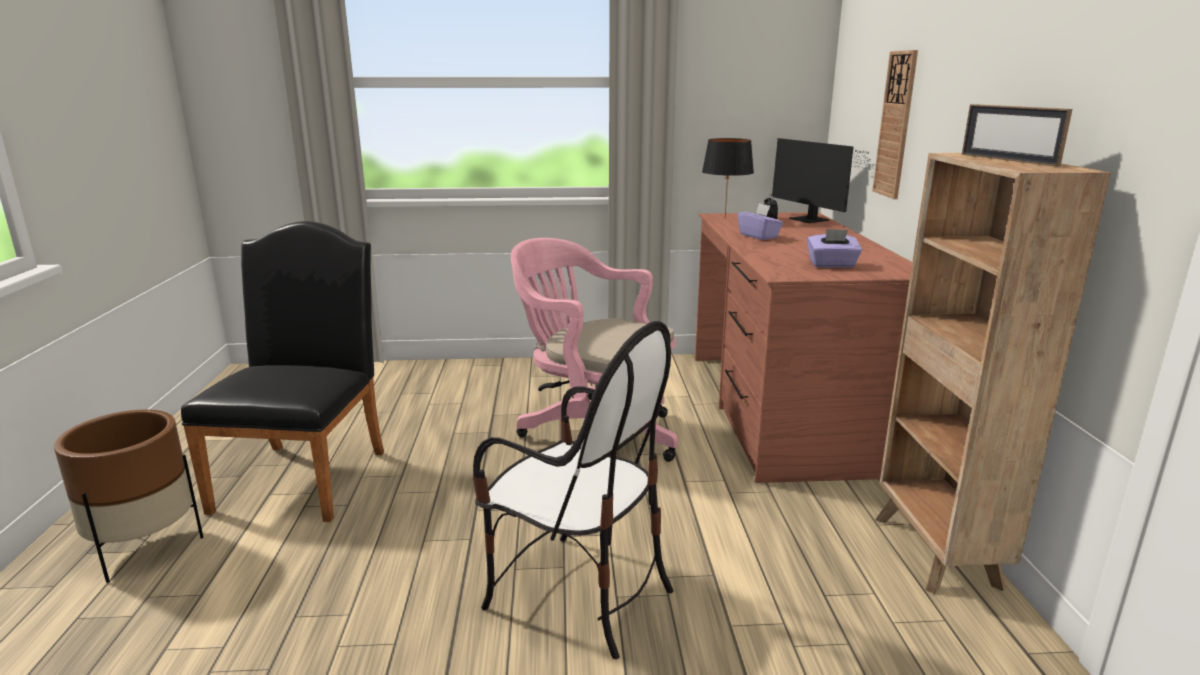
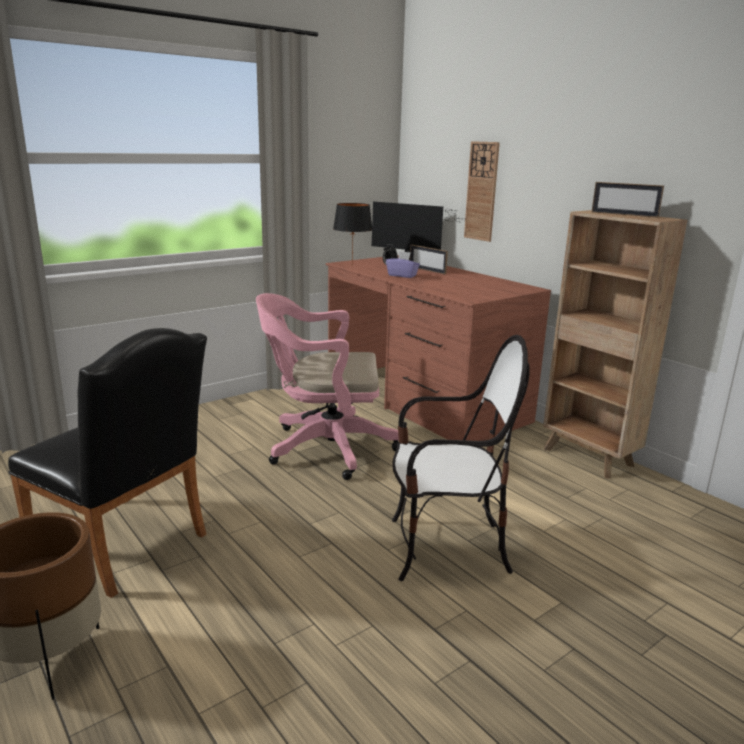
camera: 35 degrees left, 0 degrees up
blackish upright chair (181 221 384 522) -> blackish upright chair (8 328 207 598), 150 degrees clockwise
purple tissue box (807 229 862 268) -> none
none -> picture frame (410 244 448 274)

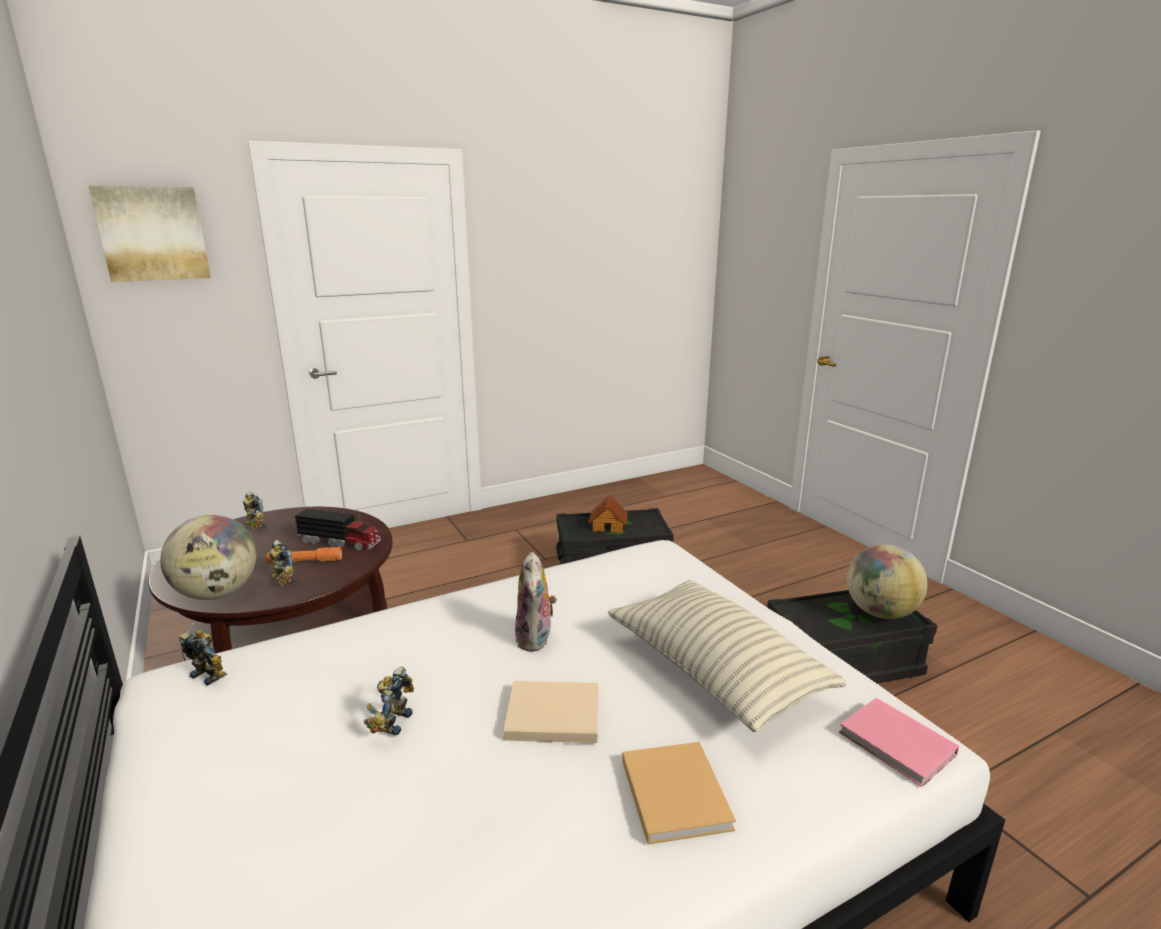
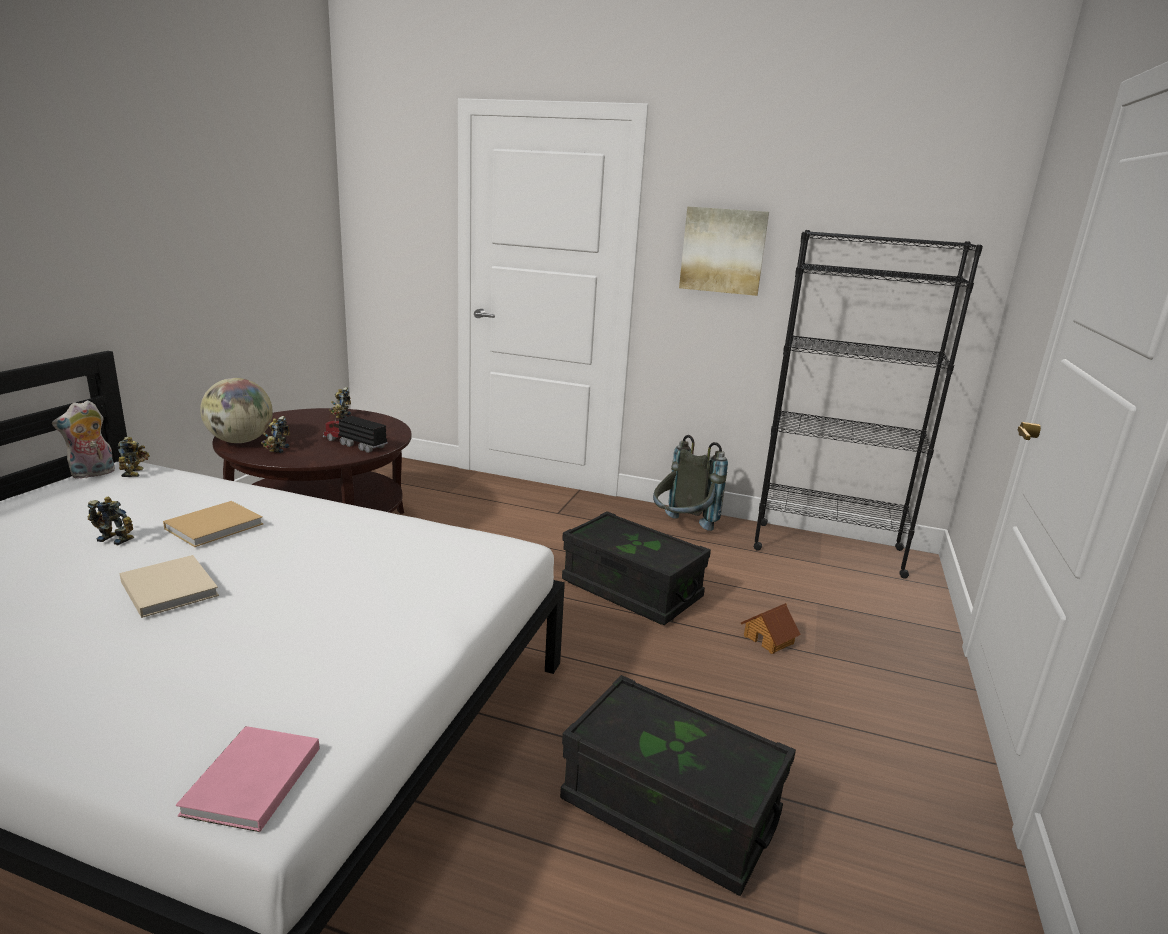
camera: 45 degrees right, 0 degrees up
picture (89 186 211 282) -> picture (679 206 769 296), relocated
orange-coloured hand torch (266 547 342 563) -> none
toy truck (295 508 381 551) -> toy truck (323 416 388 453), 150 degrees clockwise
robot figure (364 666 414 735) -> robot figure (88 496 134 545), 45 degrees clockwise
plush toy (515 552 557 652) -> plush toy (52 400 115 479), relocated
miniature house (589 495 628 533) -> miniature house (741 603 801 654), relocated
pillow (608 580 846 732) -> none
sand-coloured bound book (622 742 736 844) -> sand-coloured bound book (163 501 263 547), relocated
desk globe (847 544 927 619) -> none
none -> gray knapsack (653 435 728 531)
none -> blackish bookshelf (754 230 983 579)

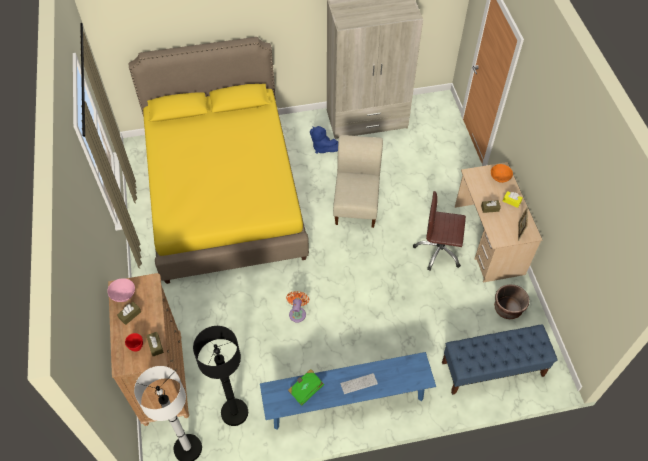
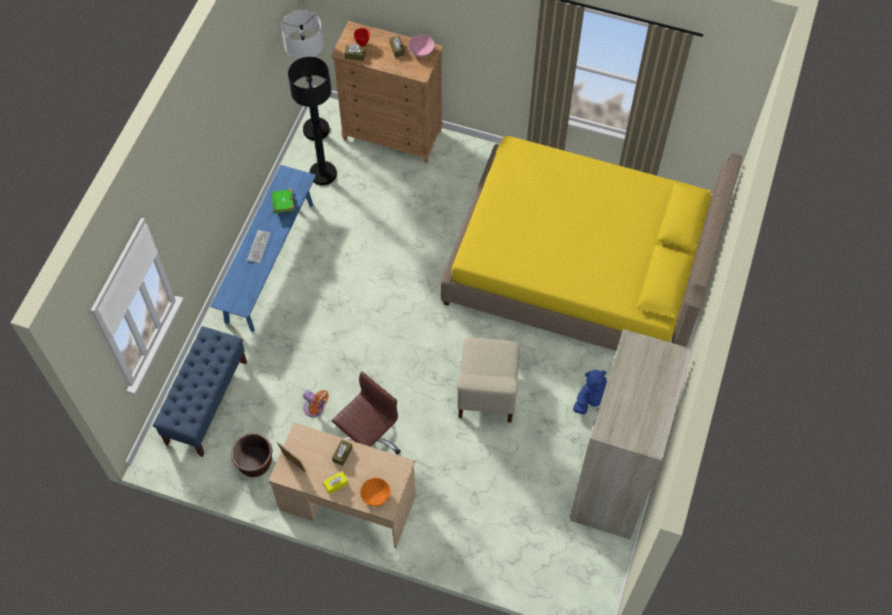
camera: 120 degrees right, 5 degrees up
orange-coloured electric fan (286 291 309 323) -> orange-coloured electric fan (303 390 329 417), relocated
sand-coloured upright chair (333 135 383 228) -> sand-coloured upright chair (457 338 520 422), 60 degrees clockwise

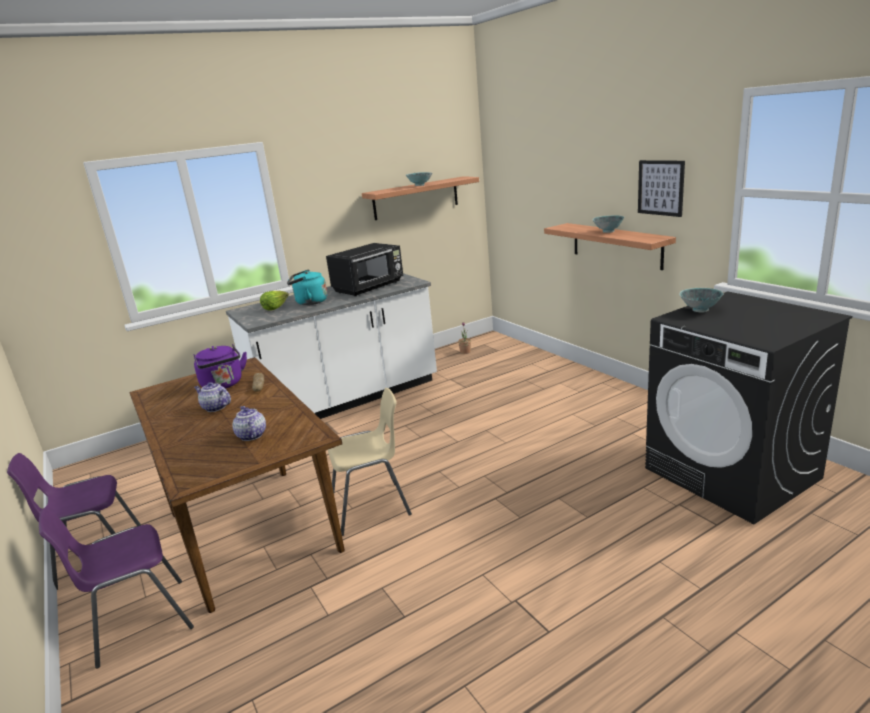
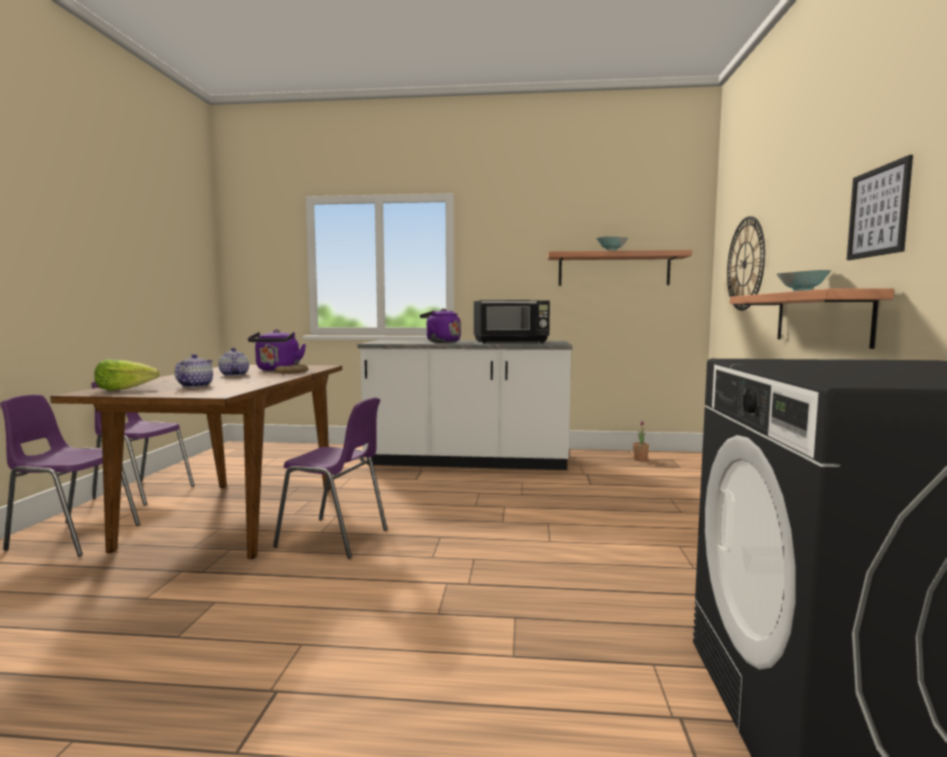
camera: 35 degrees right, 15 degrees down
lettuce head (260 291 289 311) -> lettuce head (94 359 160 390), relocated
turquoise tea kettle (287 270 327 305) -> purple tea kettle (420 309 461 343)
sand-coloured upright chair (328 388 412 536) -> purple upright chair (273 398 387 559)
serving bowl (679 288 724 313) -> none
none -> wall clock (727 216 765 311)

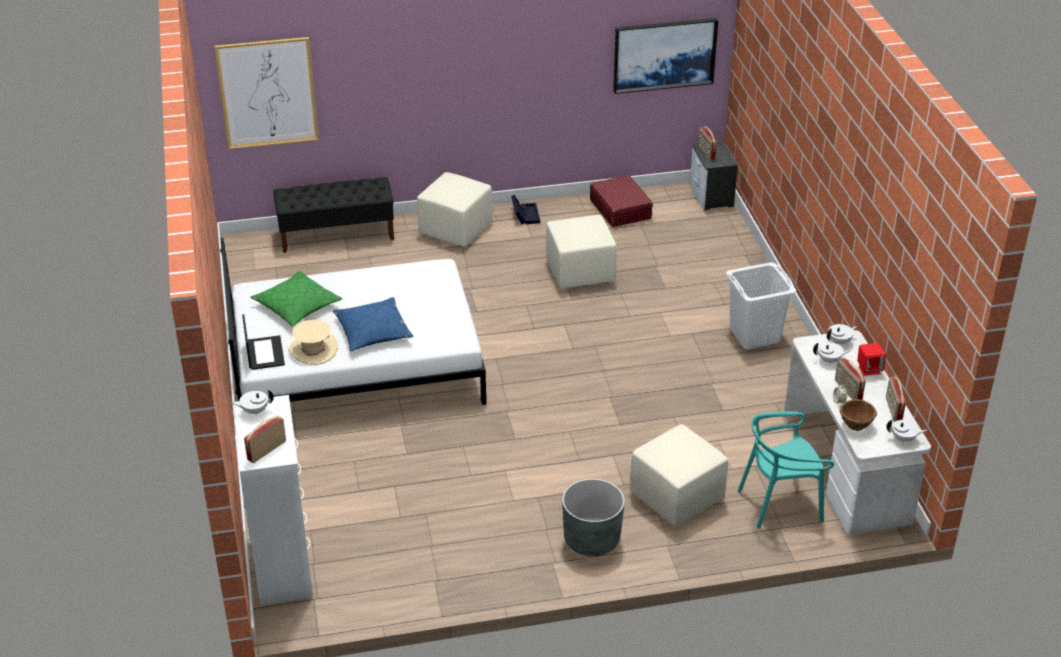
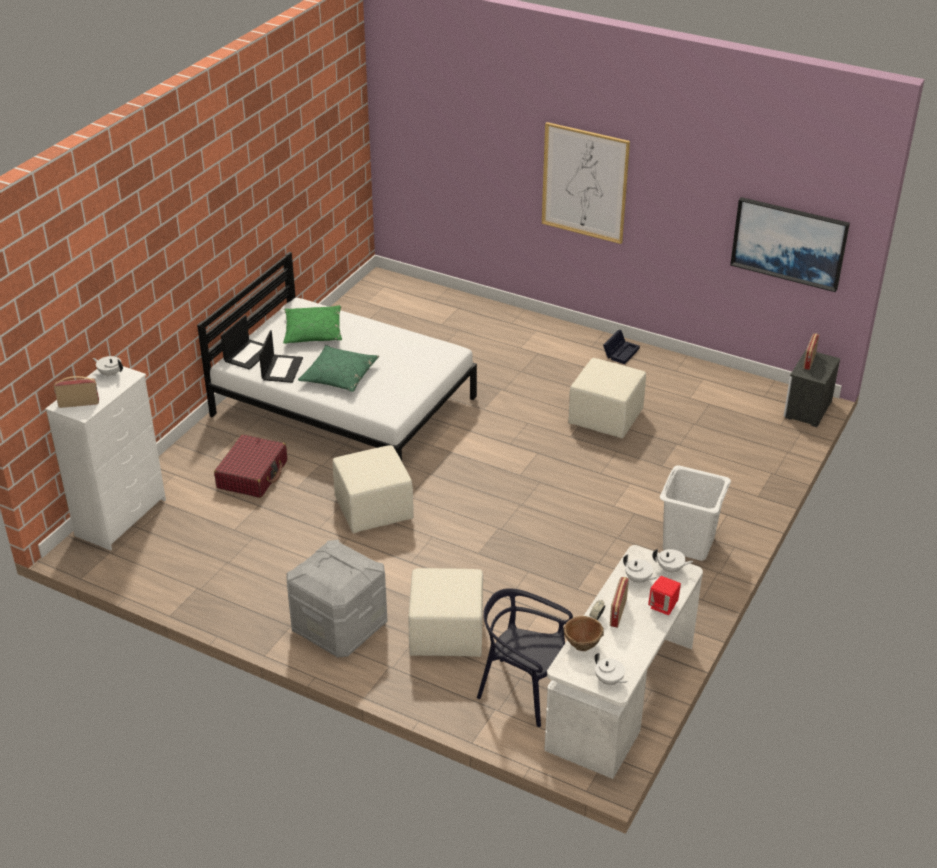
camera: 40 degrees right, 0 degrees up
picture (215 37 319 149) -> picture (542 122 630 244), relocated
blackish long seat (273 177 394 253) -> none
sand-coloured clothing hat (289 320 337 365) -> notebook computer (259 330 303 383)
blue-coloured pillow (333 297 413 351) -> green pillow (298 345 379 392)
sand-coloured ottoman (417 172 493 248) -> sand-coloured ottoman (333 445 414 533), relocated
gray planter (562 479 625 556) -> gray storage container (286 540 387 658)
reddish travel case (590 175 653 227) -> reddish travel case (214 434 287 498), relocated
turquoise upright chair (737 411 834 529) -> blackish upright chair (477 588 573 727)
radio set (886 377 906 422) -> none

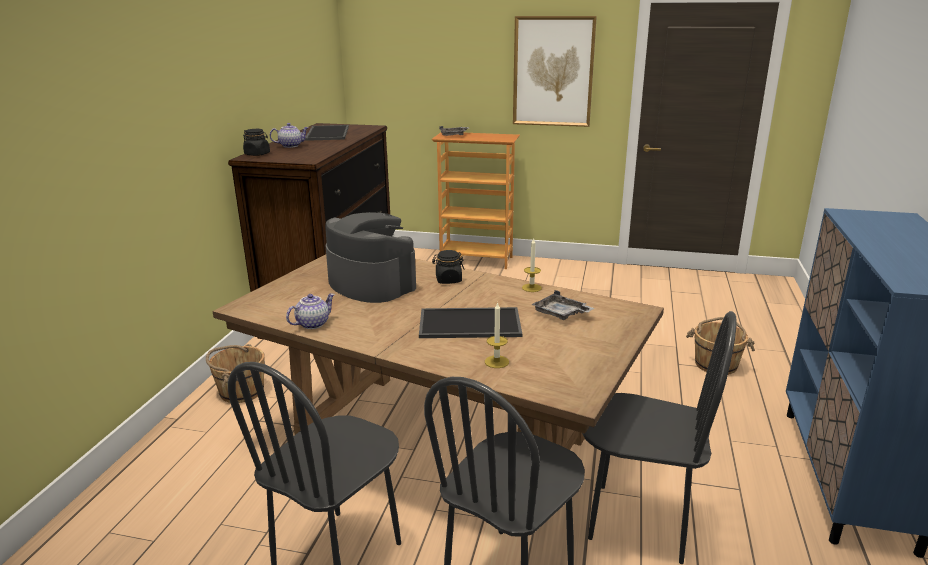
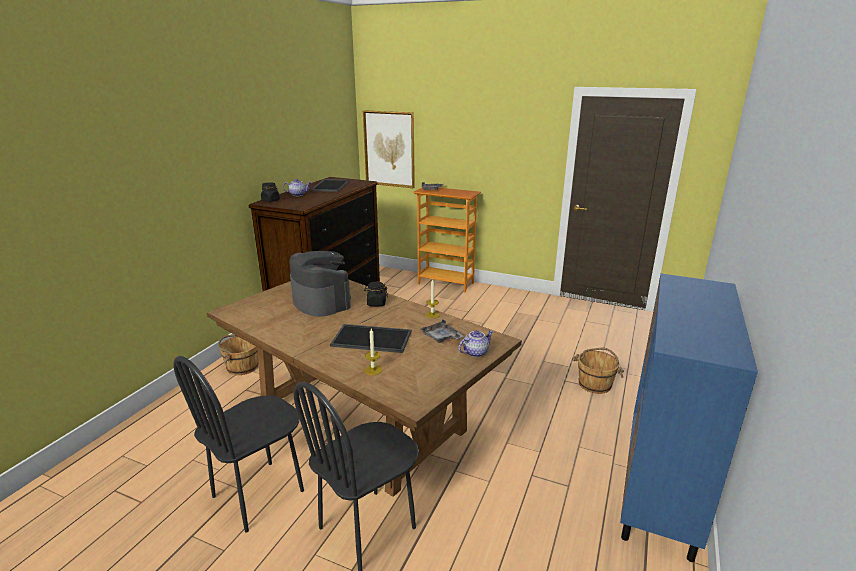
camera: 10 degrees right, 0 degrees up
tea pot (286 294 335 329) -> tea pot (459 330 494 357), relocated
picture (513 16 597 127) -> picture (363 110 415 188), relocated
blackish upright chair (582 311 737 564) -> none

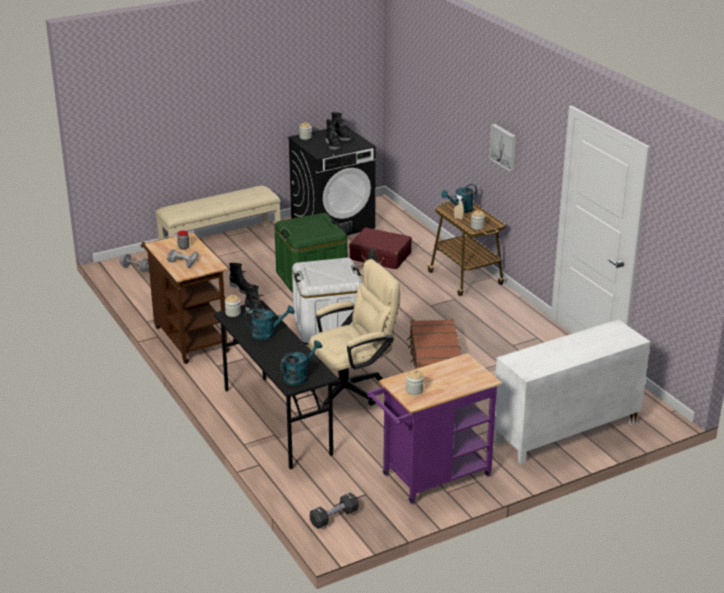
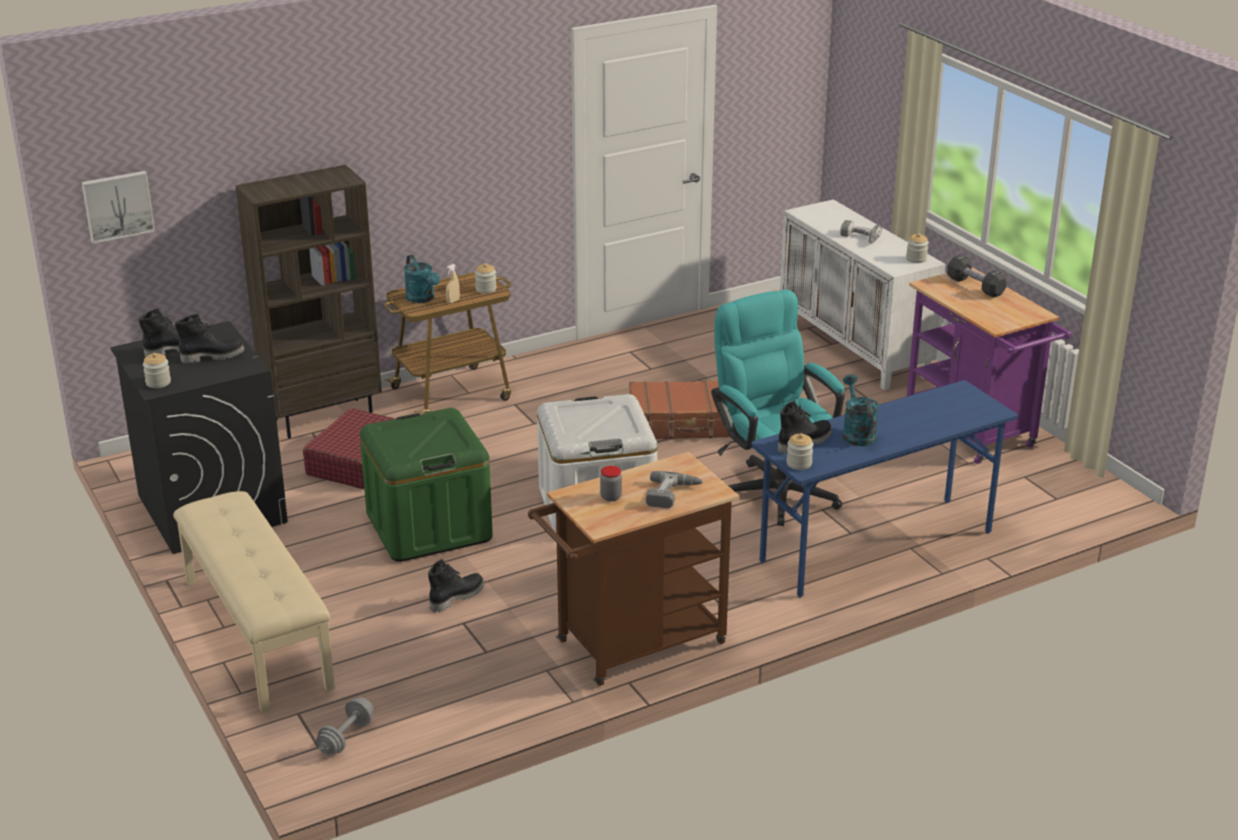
camera: 90 degrees left, 0 degrees up
blackish desk (214 300 339 469) -> blue-coloured desk (751 380 1018 597)
turquoise watering pot (280 340 322 385) -> none
sand-coloured office chair (308 259 401 408) -> turquoise office chair (711 289 845 526)
blackish free weight (310 493 359 529) -> blackish free weight (947 255 1007 298), relocated
preserve jar (406 370 424 395) -> preserve jar (906 233 929 263), relocated
picture (489 124 516 172) -> picture (82 171 155 244), relocated
none -> brownish bookshelf (235 165 382 439)
none -> drill (840 220 882 244)

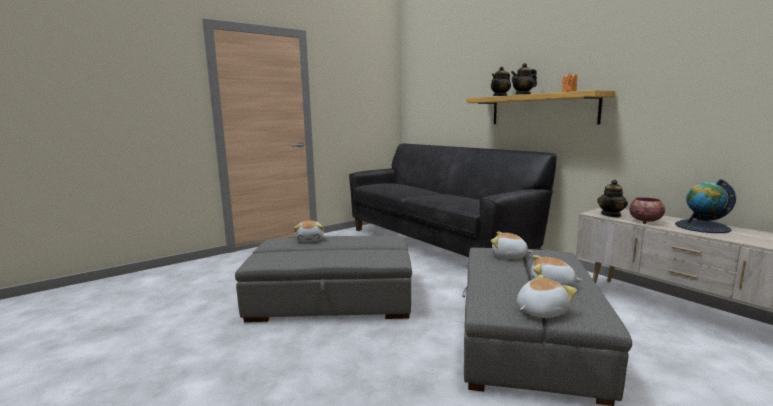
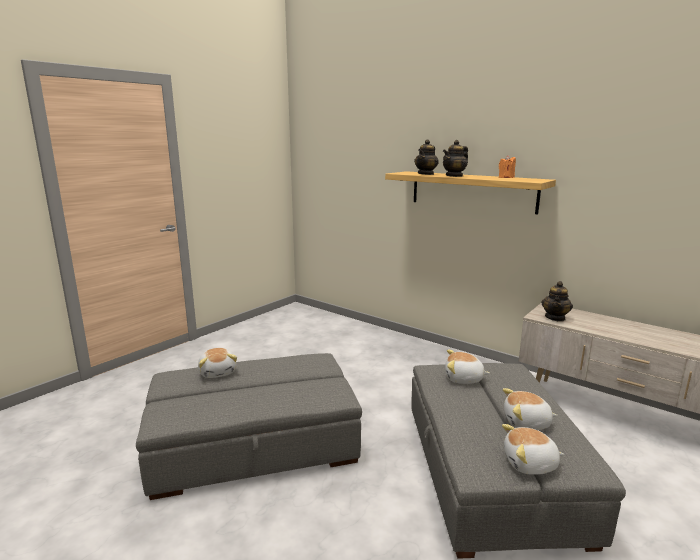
camera: 15 degrees left, 5 degrees up
blackish sofa (349 144 557 257) -> none
plush toy (517 275 577 318) -> plush toy (502 424 565 475), 135 degrees counterclockwise
serving bowl (629 197 665 224) -> none
desk globe (675 179 736 233) -> none

